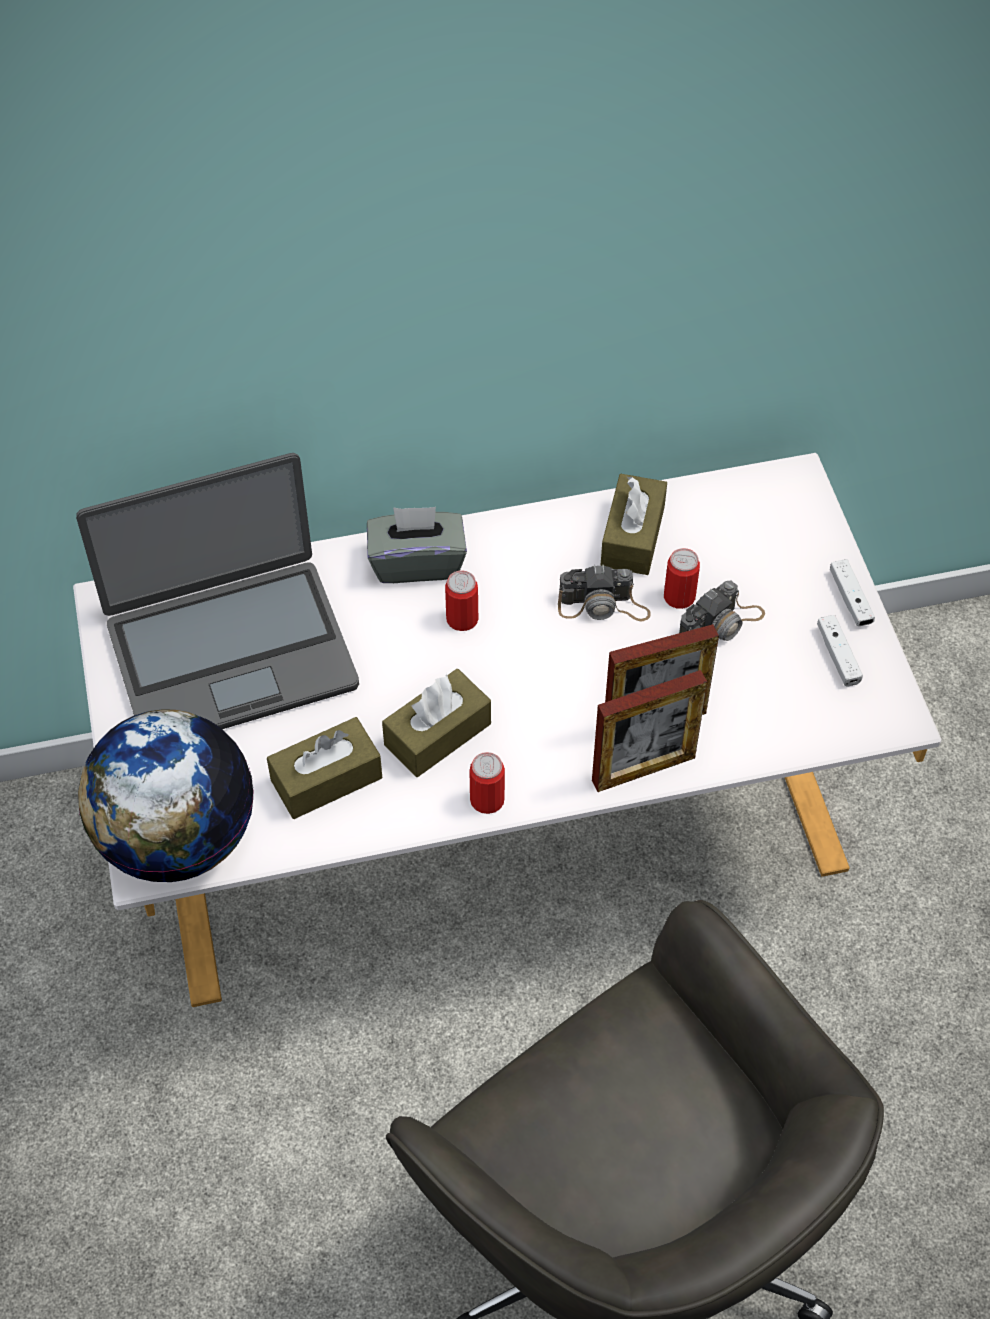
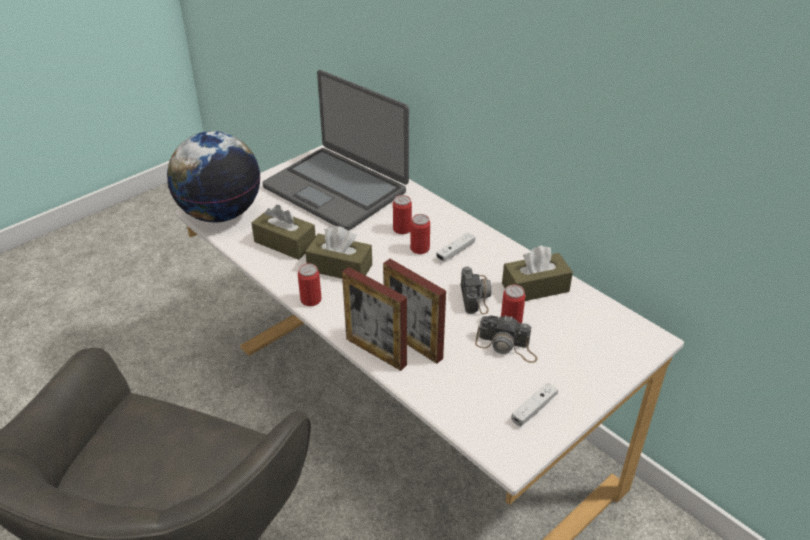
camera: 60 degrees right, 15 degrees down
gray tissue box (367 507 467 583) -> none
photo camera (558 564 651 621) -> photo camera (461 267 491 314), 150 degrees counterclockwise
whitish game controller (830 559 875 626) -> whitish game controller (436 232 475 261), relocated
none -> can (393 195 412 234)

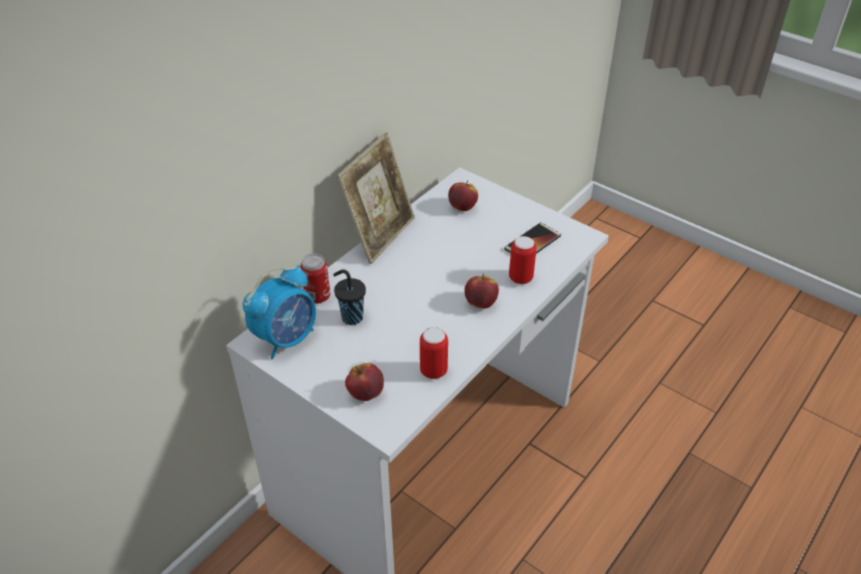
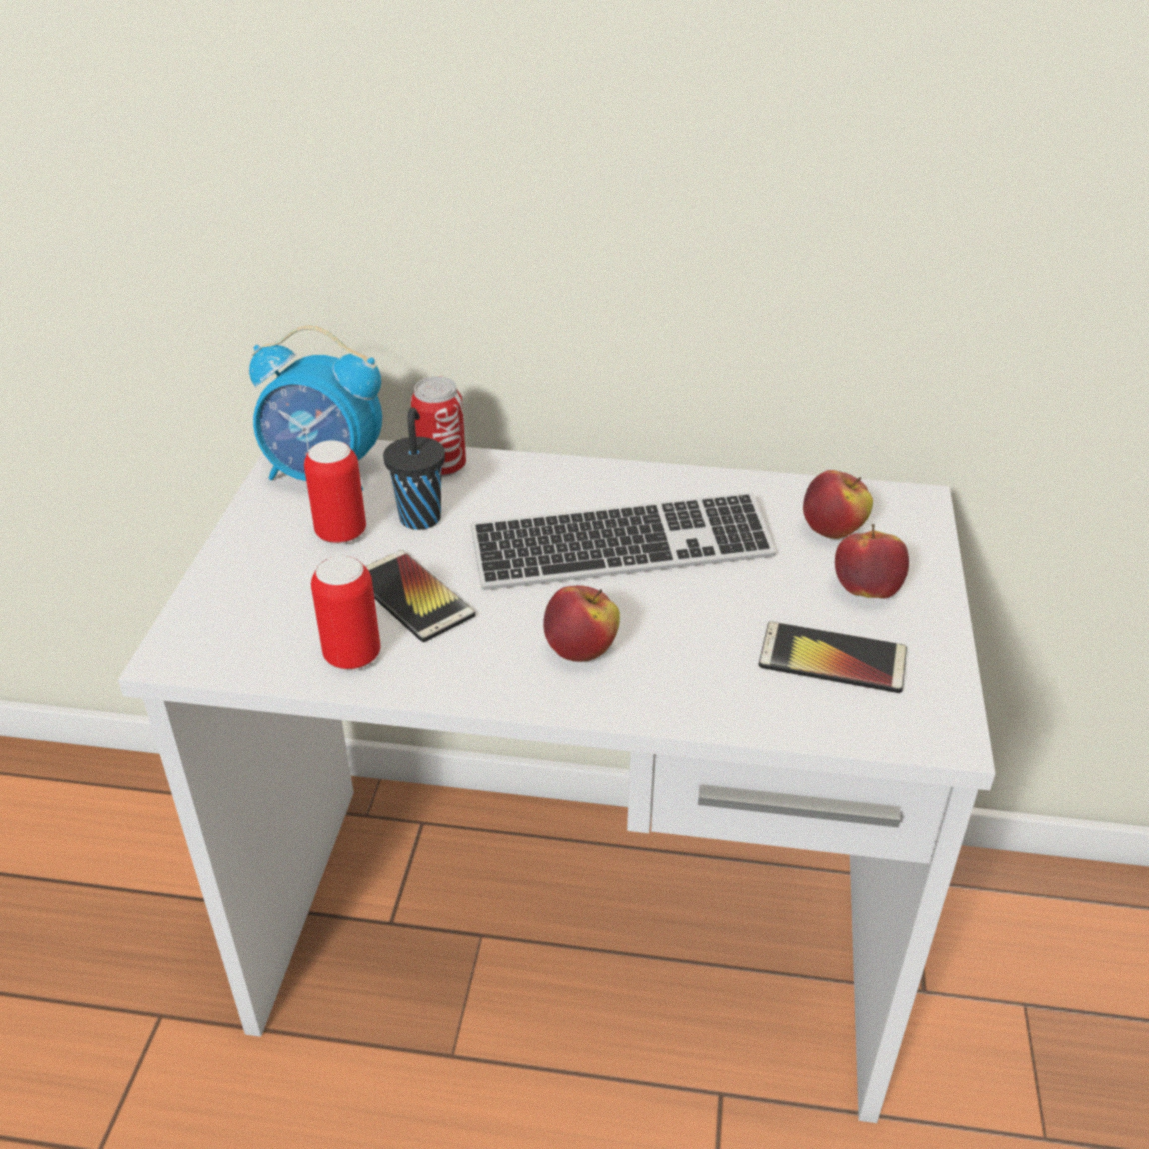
camera: 60 degrees right, 5 degrees down
picture frame (337 133 415 264) -> none
apple (345 363 384 401) -> apple (835 524 909 599), relocated
can (509 236 537 284) -> can (304 440 366 544), relocated
none -> telephone (365 550 475 642)
none -> computer keyboard (471 492 776 590)

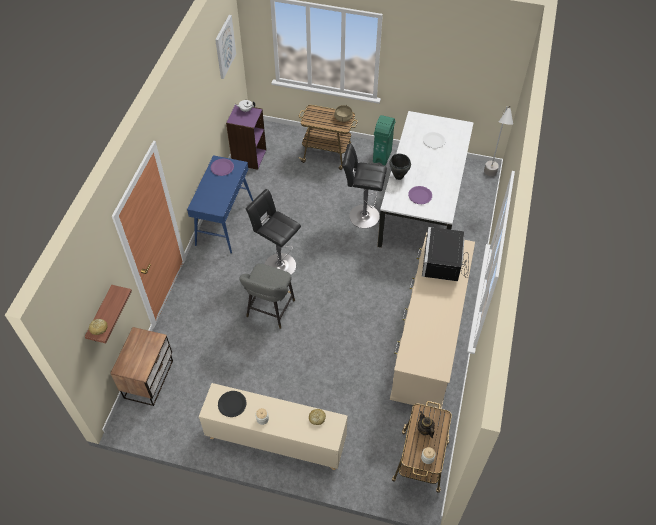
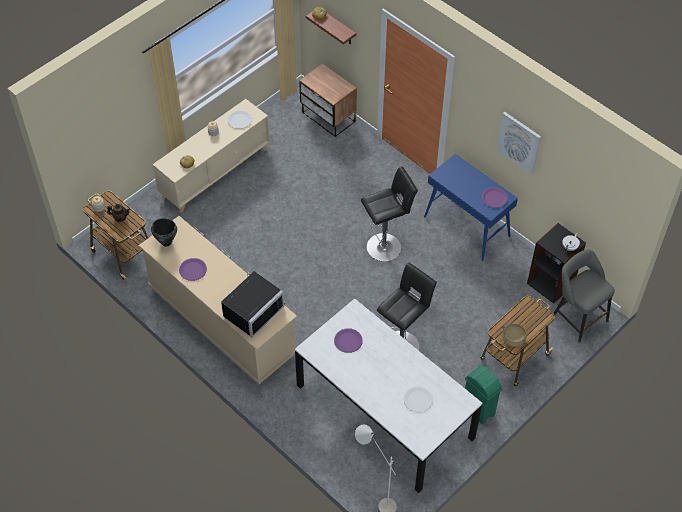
camera: 120 degrees right, 0 degrees up
picture (215 15 236 79) -> picture (497 112 541 175), relocated
blackish dinner plate (218 391 247 417) -> whitish dinner plate (228 110 252 129)
purple bookshelf (226 104 266 170) -> blackish bookshelf (527 223 586 303)
gray stool seat (239 263 295 329) -> gray stool seat (553 249 615 343), relocated
blackish saucepot (389 154 411 180) -> blackish saucepot (151 218 177 247), relocated
blackish microwave oven (422 227 469 281) -> blackish microwave oven (221 271 284 337), 90 degrees clockwise
none -> purple dinner plate (179 258 207 281)

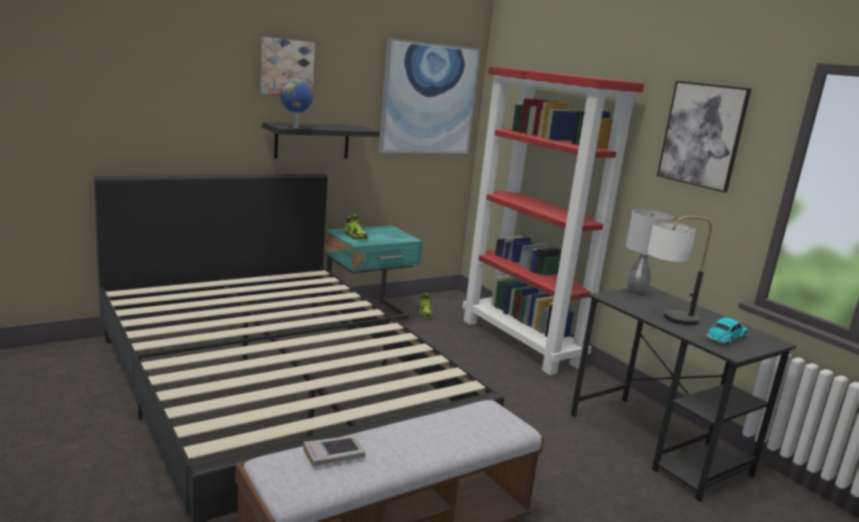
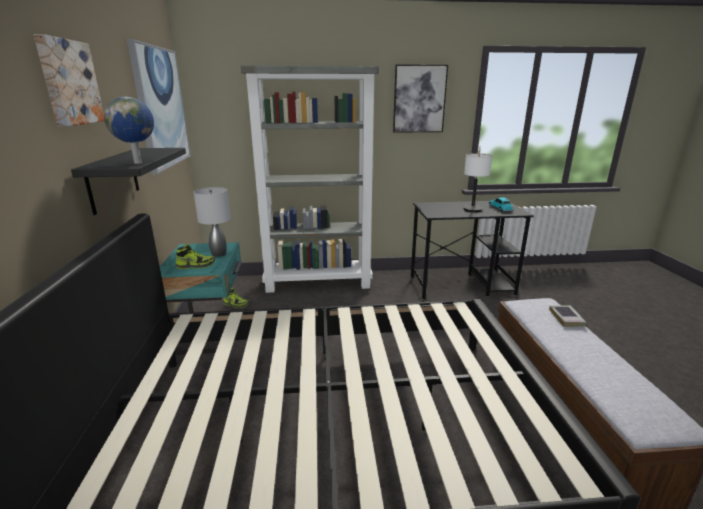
camera: 60 degrees left, 5 degrees up
bound book (304 436 365 467) -> bound book (549 305 587 327), relocated
reddish bookshelf (462 66 644 375) -> gray bookshelf (241 65 379 293)
gray tabletop lamp (626 209 673 295) -> gray tabletop lamp (194 187 231 257), relocated

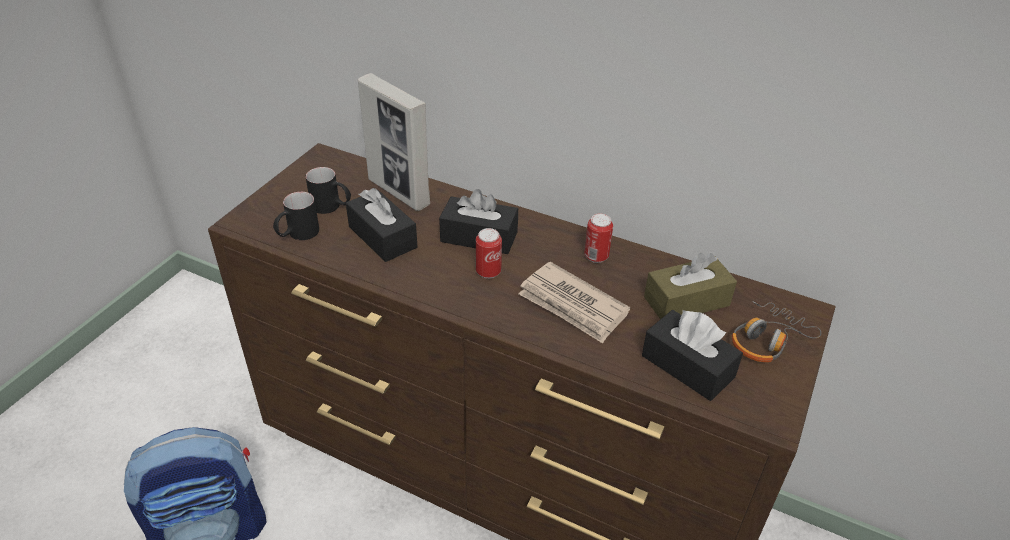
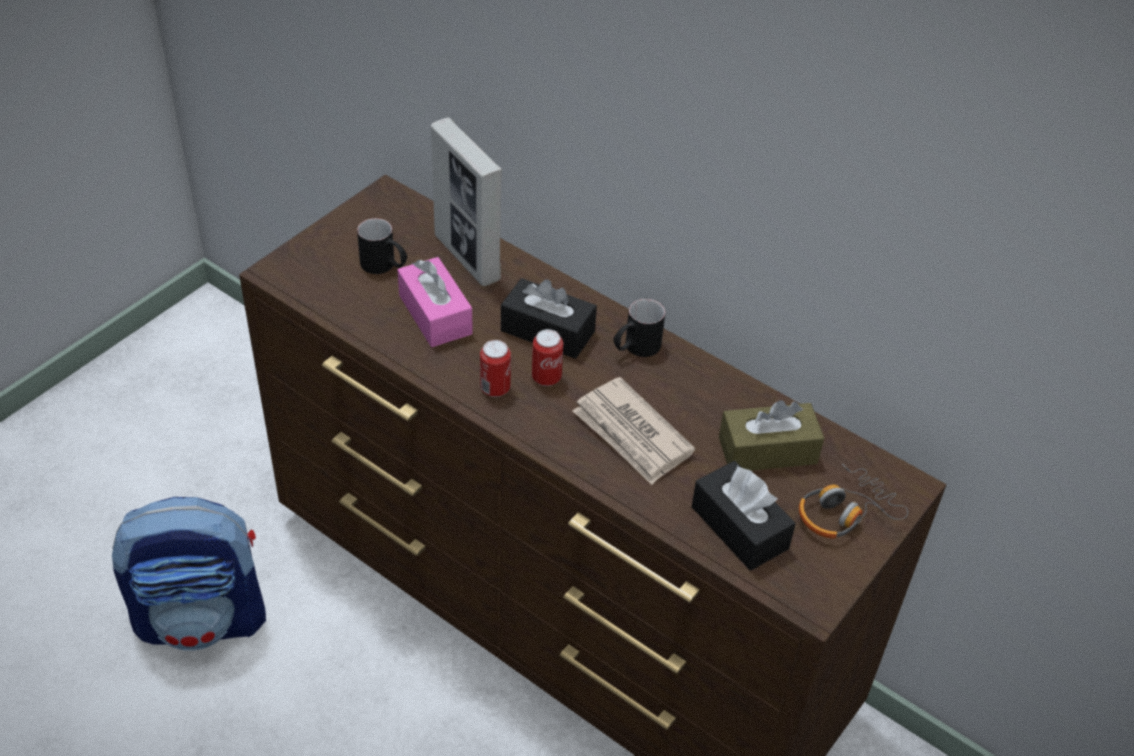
camera: 10 degrees right, 5 degrees up
blackish coffee mug (273 192 319 240) -> blackish coffee mug (613 299 665 357), relocated
blackish tissue box (346 188 418 262) -> pink tissue box (398 257 473 347)
can (584 214 613 263) -> can (480 340 511 397), relocated

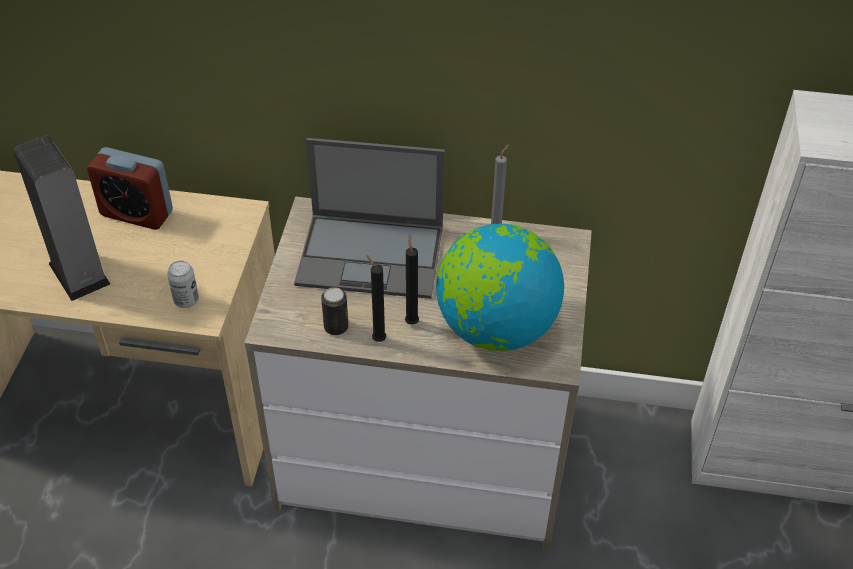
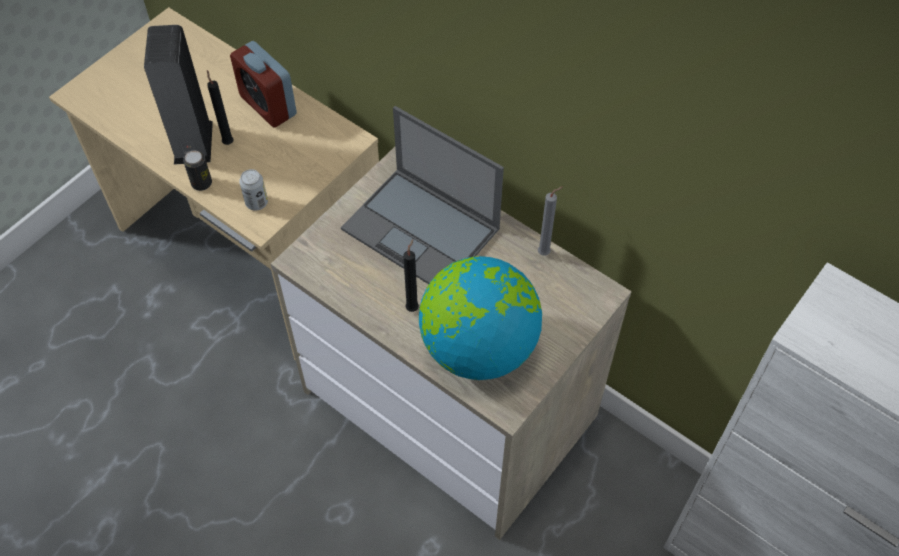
camera: 30 degrees right, 10 degrees up
can (321 287 349 335) -> can (183 151 212 191), relocated
blackish candle (366 255 386 342) -> blackish candle (207 70 234 145), relocated

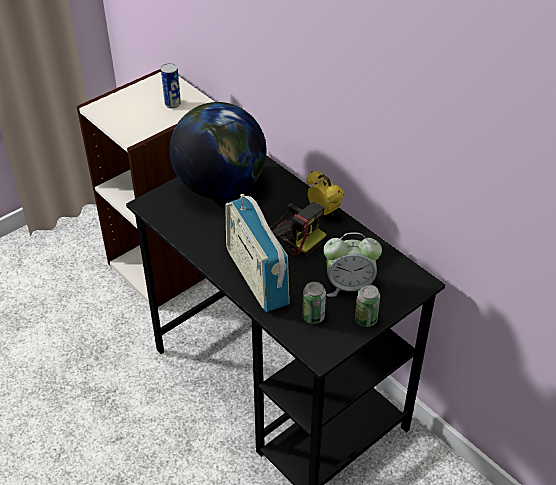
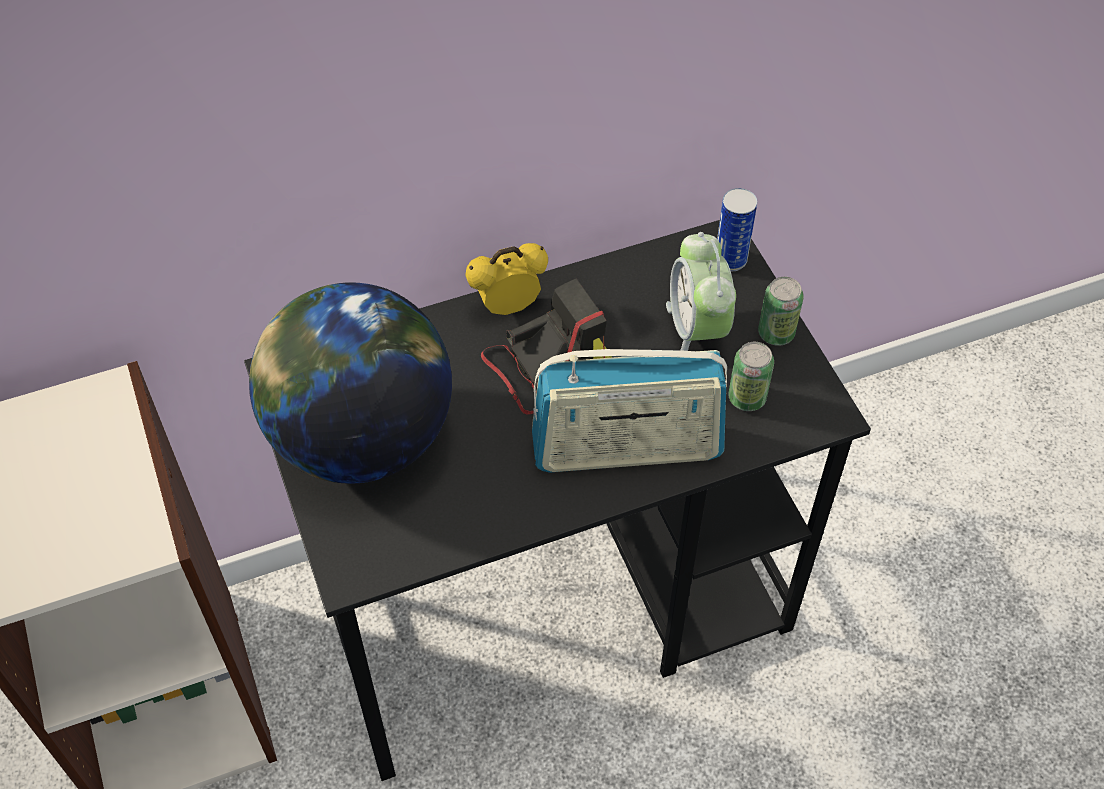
camera: 70 degrees left, 10 degrees up
can (161 63 181 109) -> can (717 188 757 271), relocated
table clock (323 232 382 297) -> table clock (666 232 736 351), 150 degrees clockwise

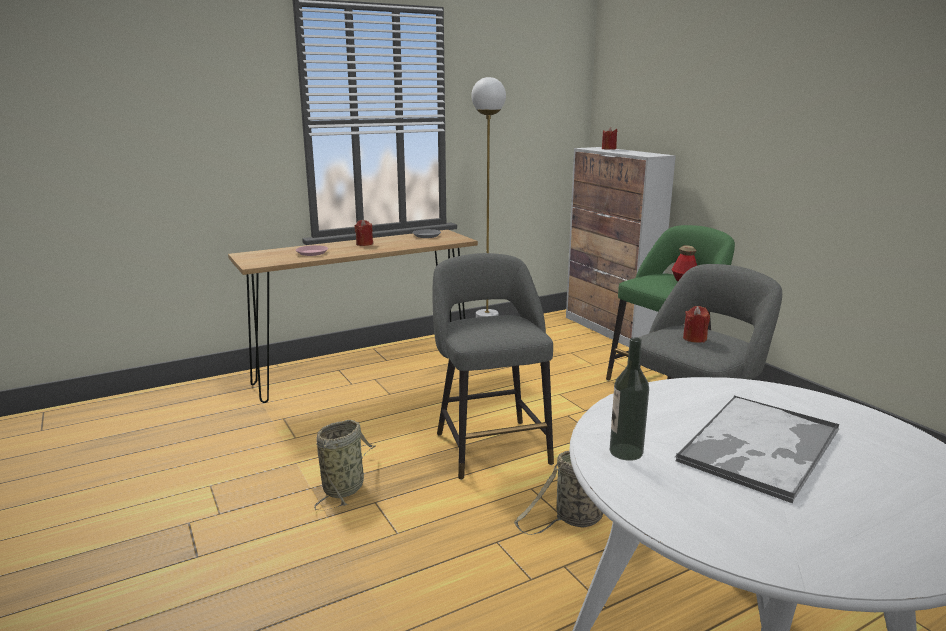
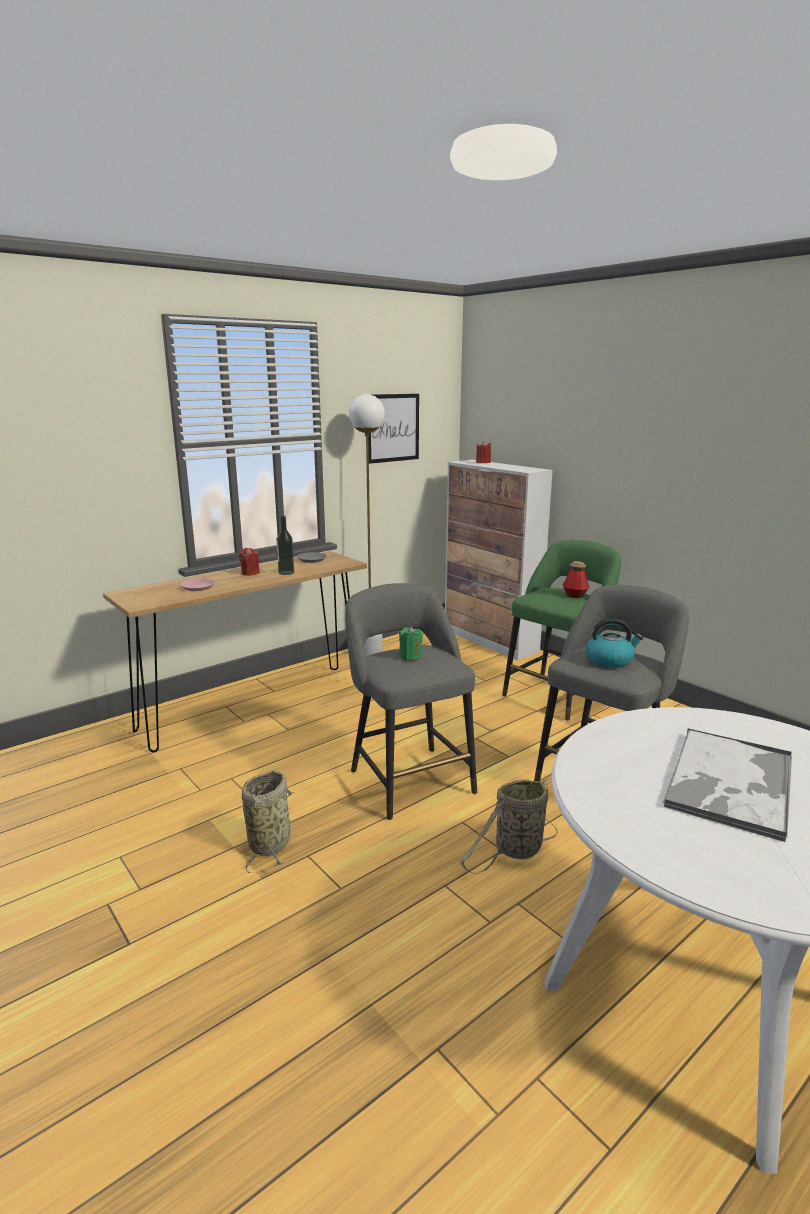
camera: 10 degrees left, 0 degrees up
beverage bottle (610 337 649 461) -> beverage bottle (276 516 294 575), relocated
reddish candle (683 306 710 343) -> tea kettle (586 618 643 668)
none -> picture (368 394 419 464)
none -> green candle (399 626 423 661)

